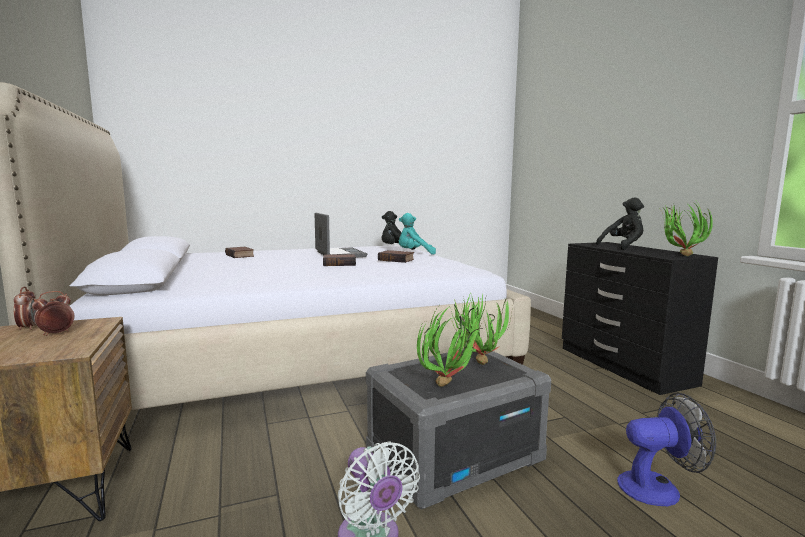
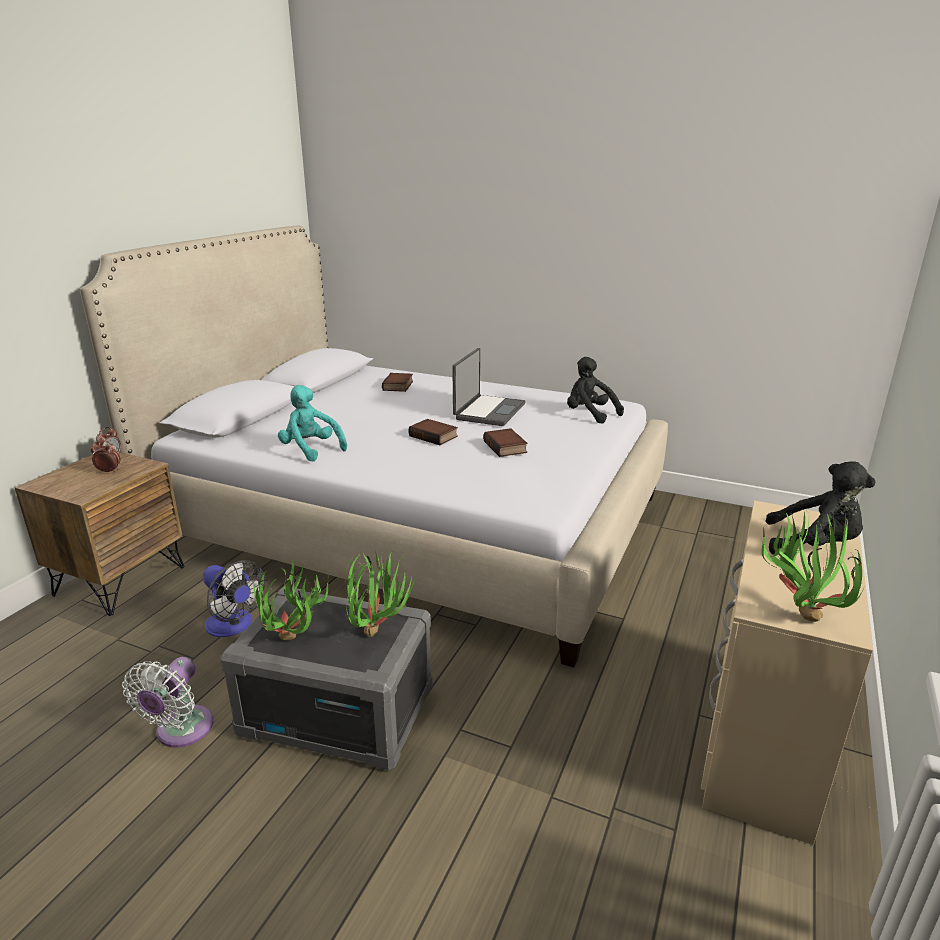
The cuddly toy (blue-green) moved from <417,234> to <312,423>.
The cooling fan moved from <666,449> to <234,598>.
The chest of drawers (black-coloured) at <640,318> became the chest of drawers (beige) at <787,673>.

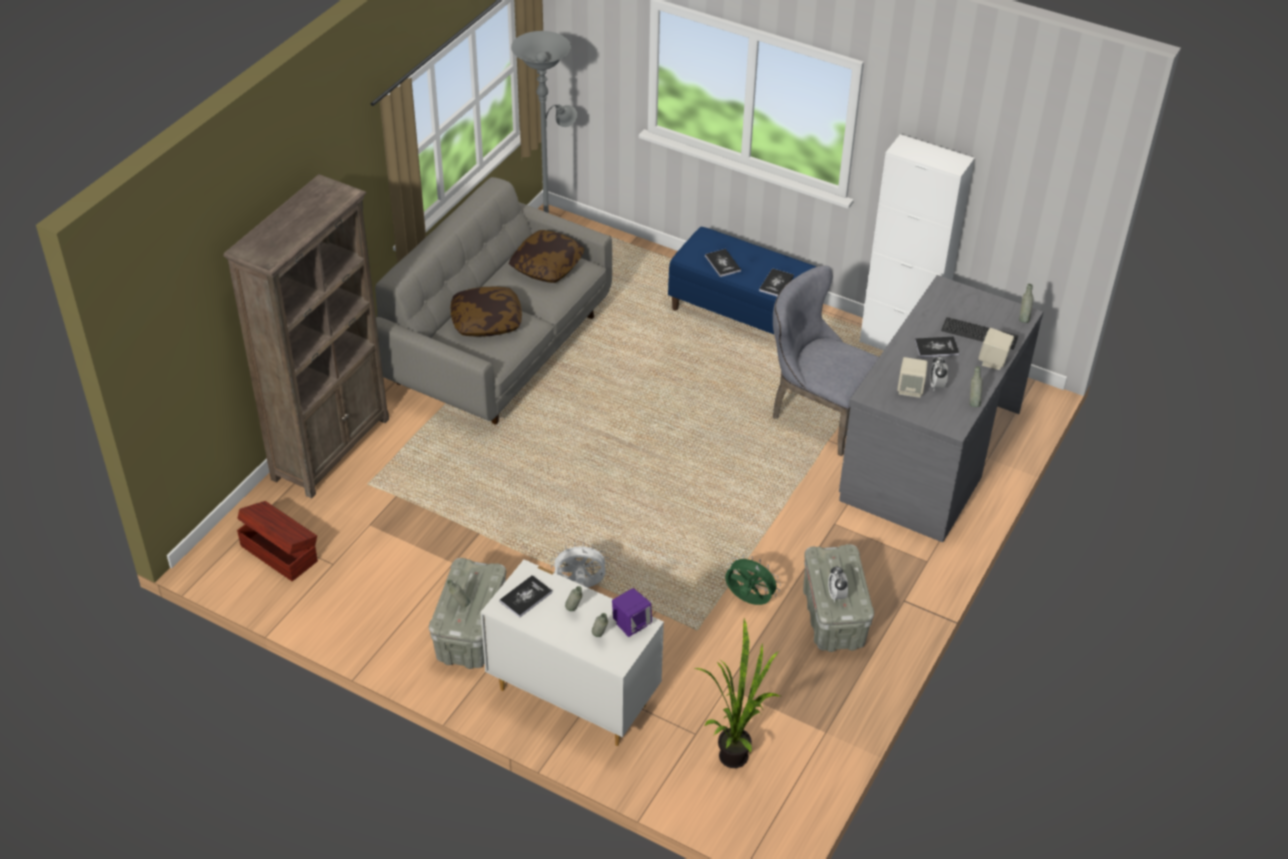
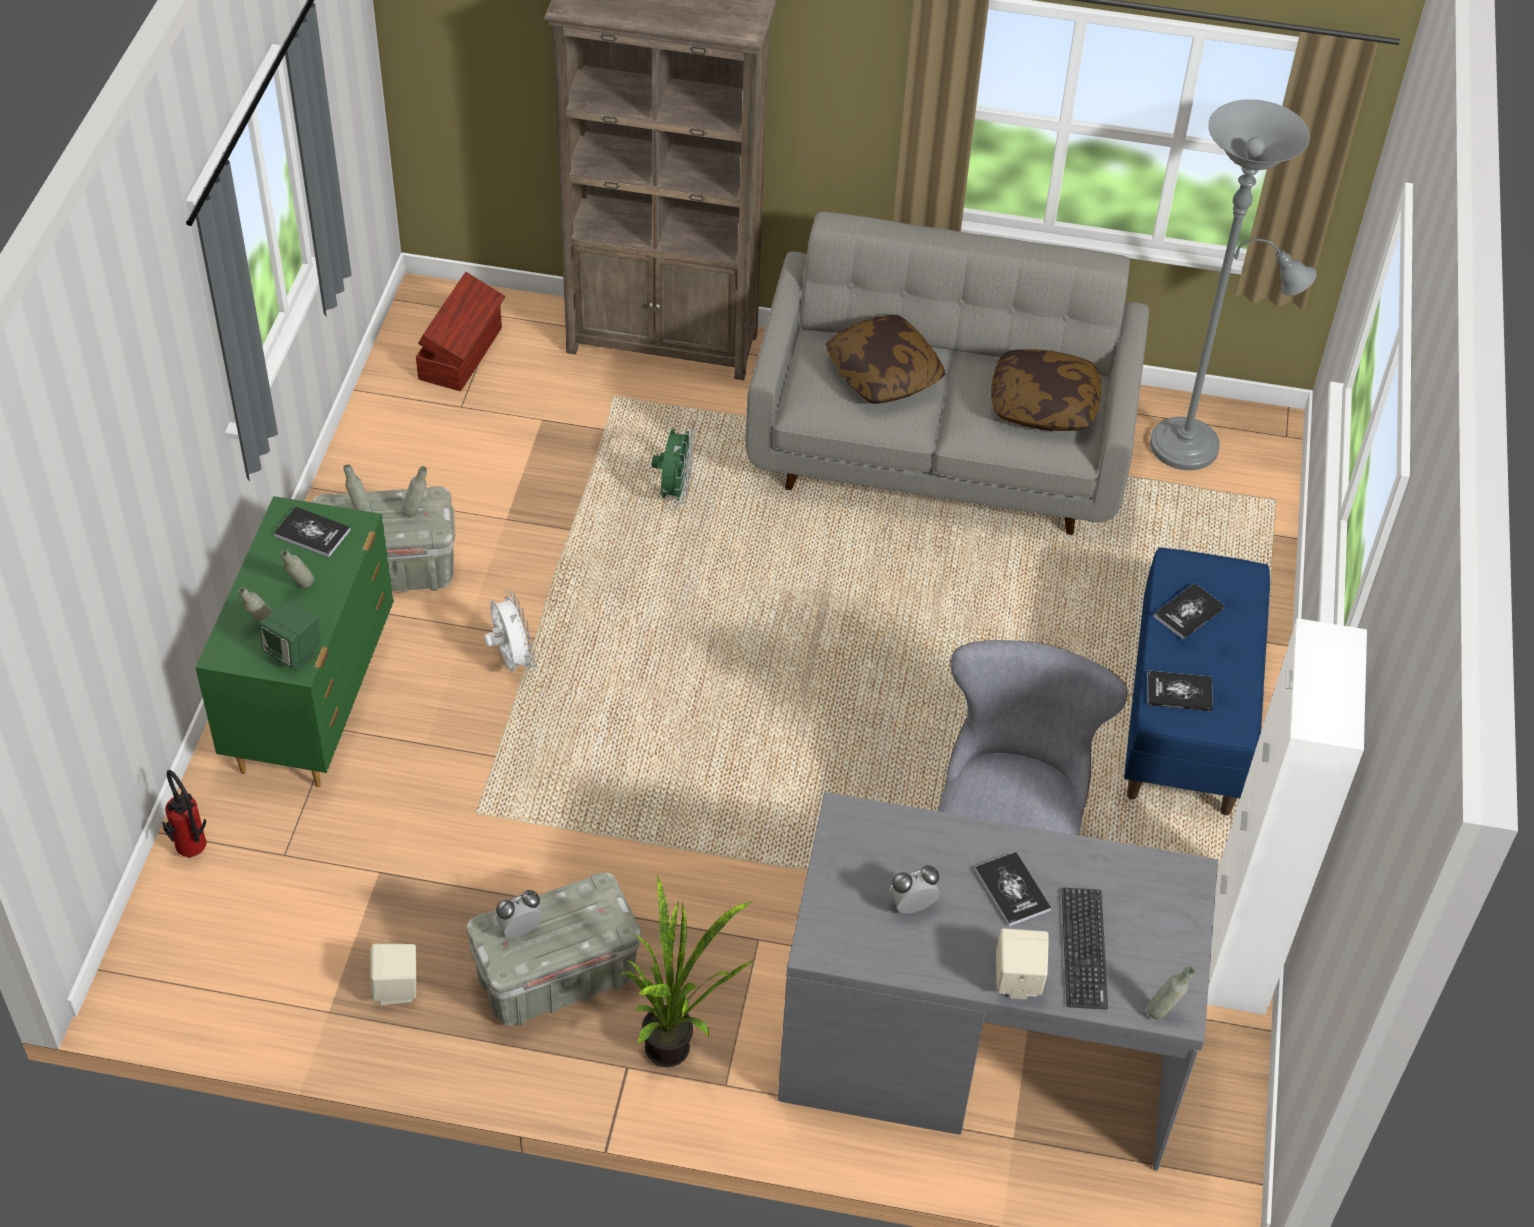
The fire-fighting cylinder at <184,814> appeared.
The houseplant moved from <737,692> to <688,971>.
The cooling fan (greenish) moved from <753,580> to <673,465>.
The audio speaker (beige) moved from <912,377> to <393,974>.
The drink bottle (gray) moved from <976,386> to <414,491>.
The chest of drawers (whitish) at <572,652> became the chest of drawers (greenish) at <294,641>.
The audio speaker (purple) at <632,612> became the audio speaker (greenish) at <289,635>.

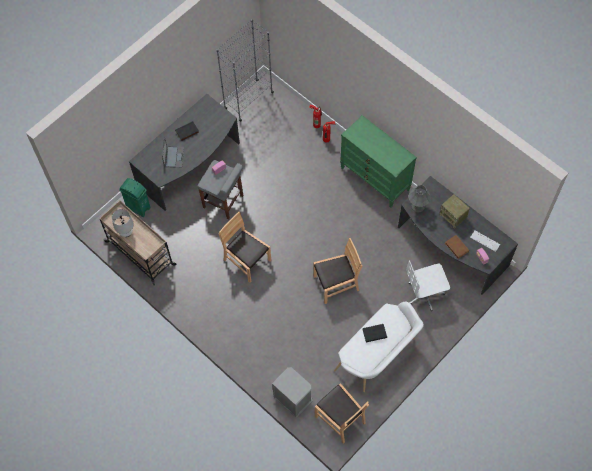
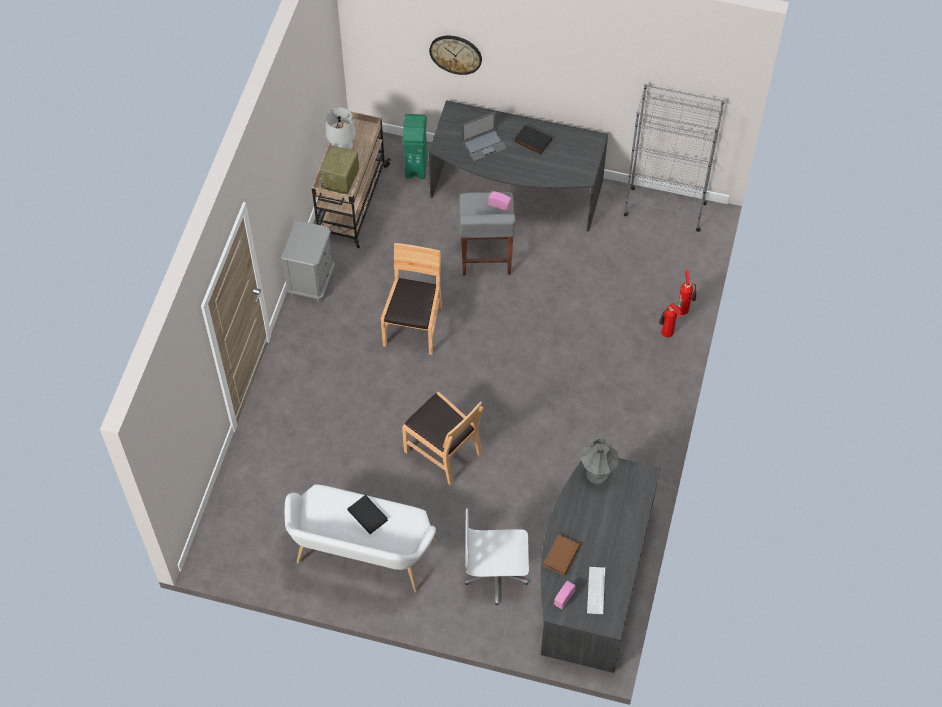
The plain chair (brown-coloured) at <342,413> disappeared.
The chest of drawers (greenish) at <378,161> disappeared.
The clock on the wall at <455,55> appeared.
The nightstand (gray) moved from <292,392> to <308,261>.
The radio receiver moved from <454,211> to <339,170>.
The desk chair (whitish) at <428,285> turned 45 degrees counterclockwise.

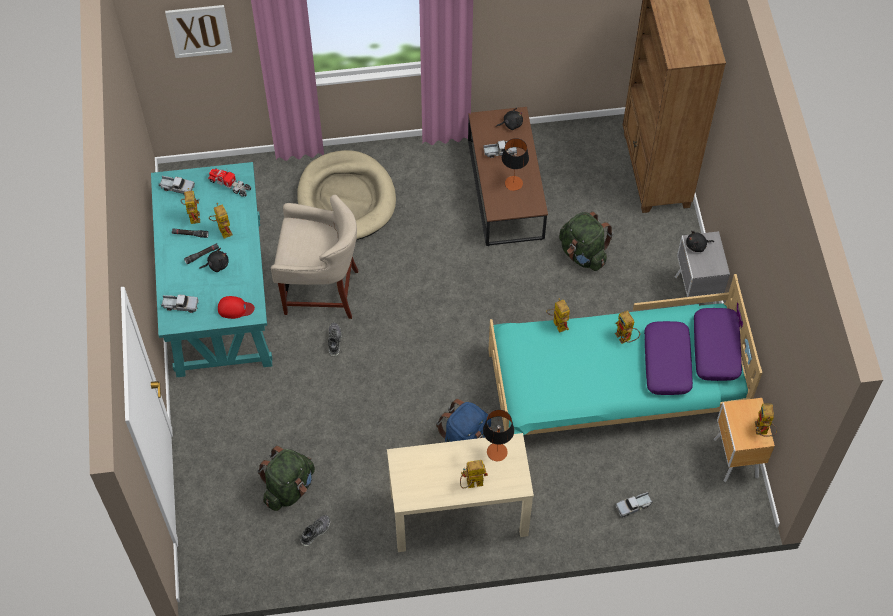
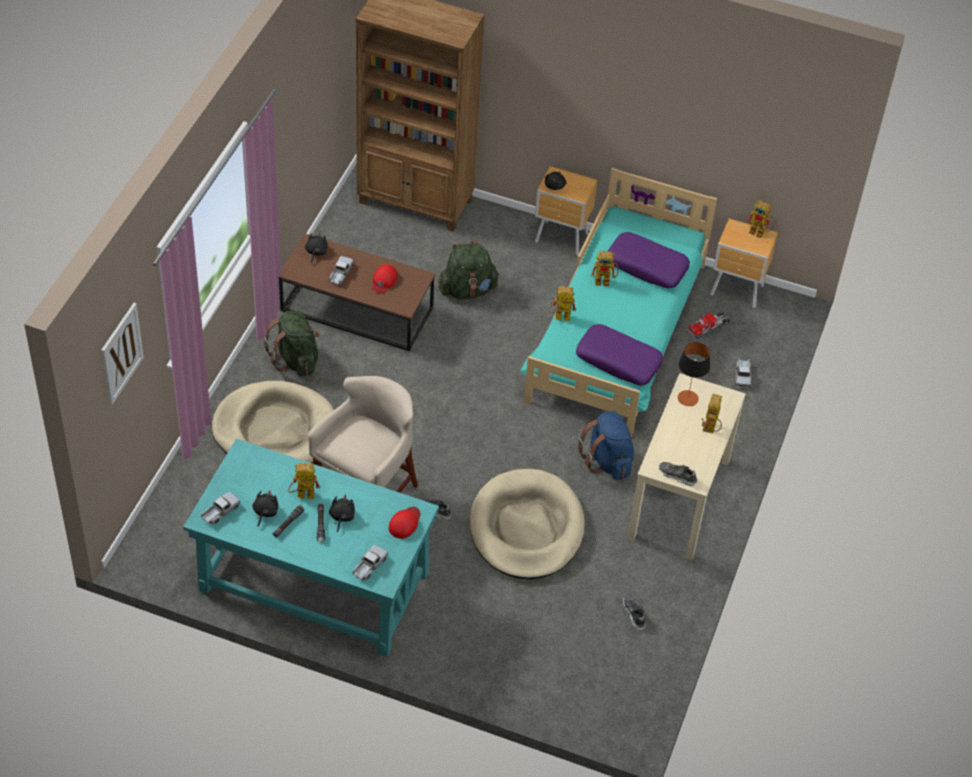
The dog bed (beige) at <527,524> appeared.
The low shoe at <678,474> appeared.
The toy truck moved from <229,182> to <709,325>.
The knapsack (greenish) moved from <286,478> to <292,343>.
The cushion (purple) moved from <718,344> to <619,354>.
The toy robot at <190,206> was replaced by the cuddly toy (black-coloured) at <265,508>.
The lamp for a table at <515,164> was replaced by the cap (reddish) at <385,279>.
The nightstand (gray) at <702,268> became the nightstand (brown-coloured) at <566,210>.

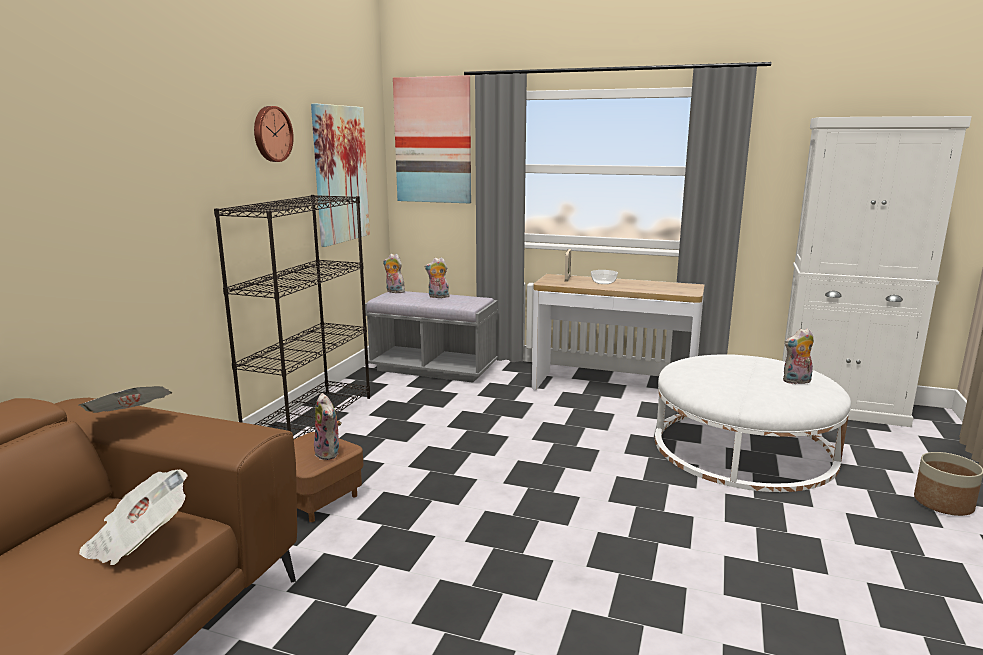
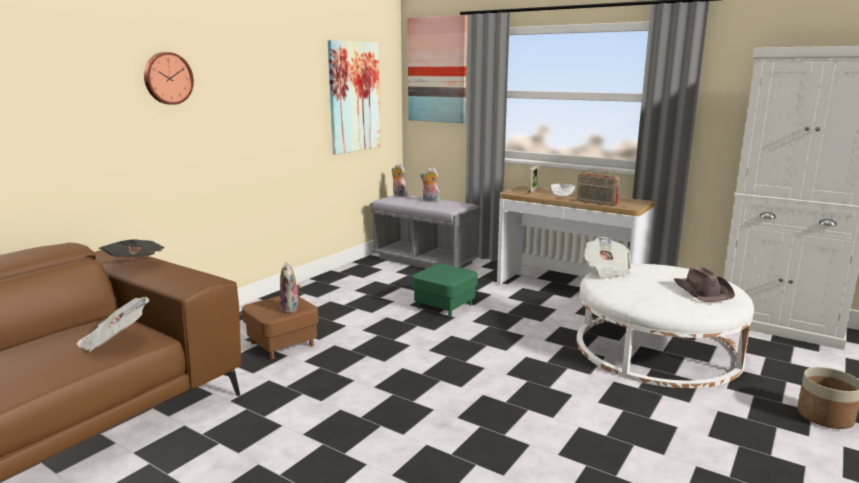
The bookcase (black-coloured) at <292,317> disappeared.
The ottoman (greenish) at <445,290> appeared.
The radio receiver at <598,187> appeared.
The printed paper at <607,258> appeared.
The clock on the wall moved from <274,134> to <169,78>.
The cuddly toy at <798,356> was replaced by the wearable hat (brown-coloured) at <704,284>.

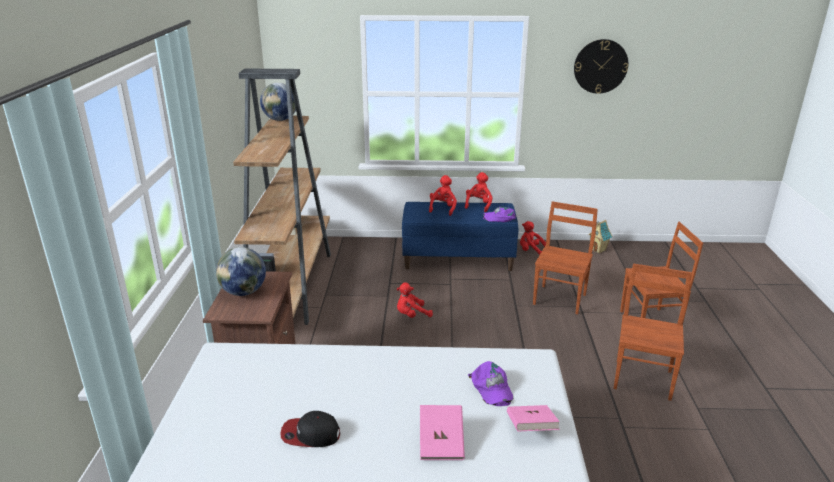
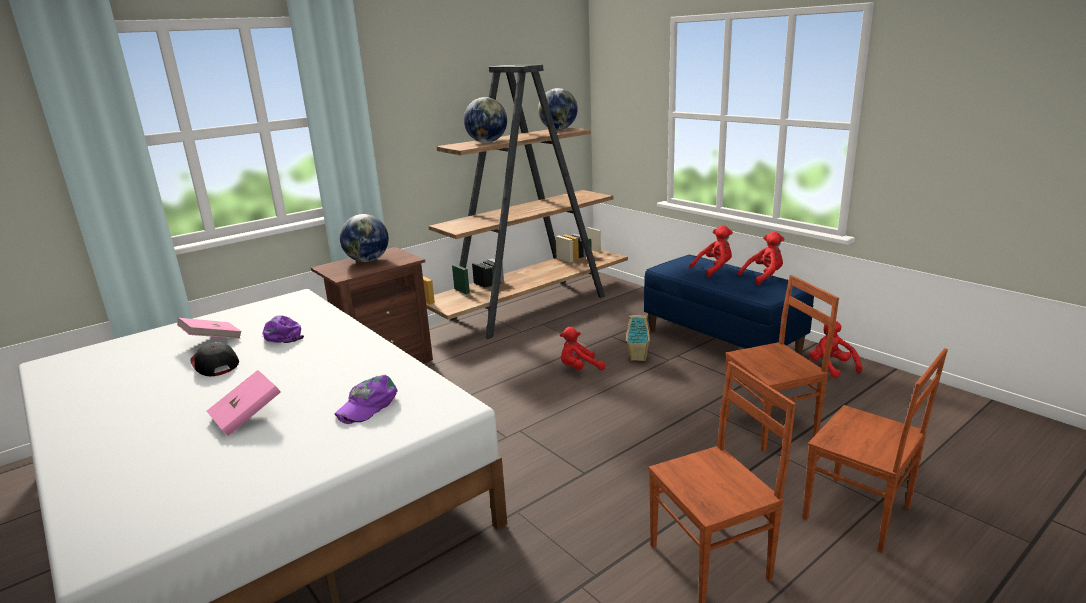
The clock on the wall at <601,66> disappeared.
The globe at <485,120> appeared.
The cap (purple) moved from <499,214> to <283,329>.
The book (pink-coloured) moved from <533,418> to <209,328>.
The model house moved from <600,236> to <638,338>.
The cuddly toy (reddish) at <415,300> turned 45 degrees counterclockwise.

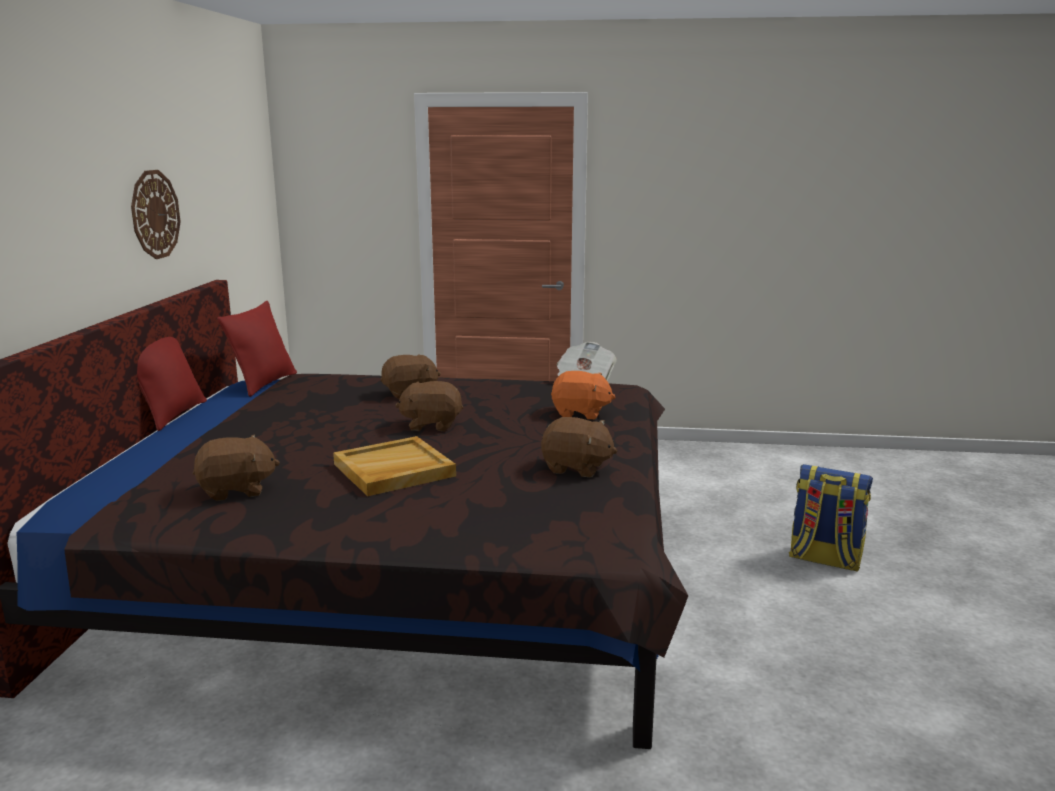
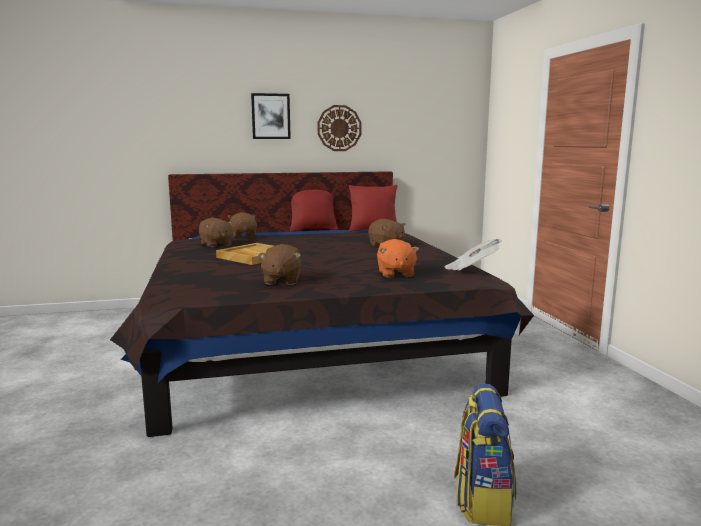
The picture at <271,116> appeared.
The cuddly toy (brown-coloured) moved from <429,406> to <242,225>.

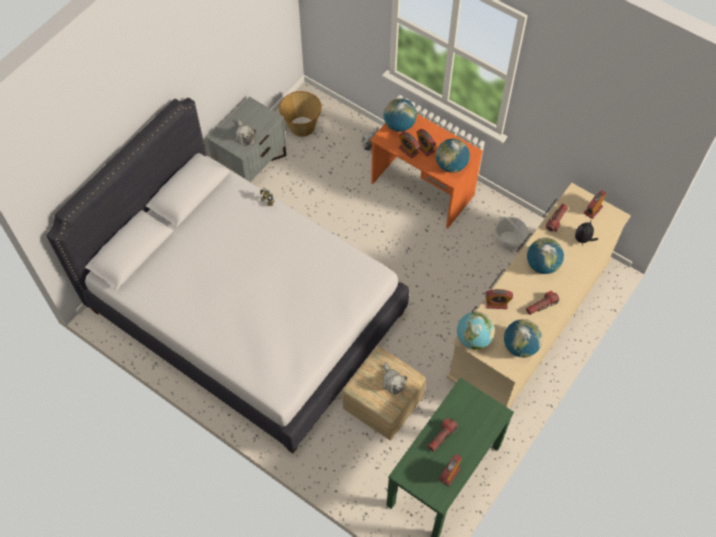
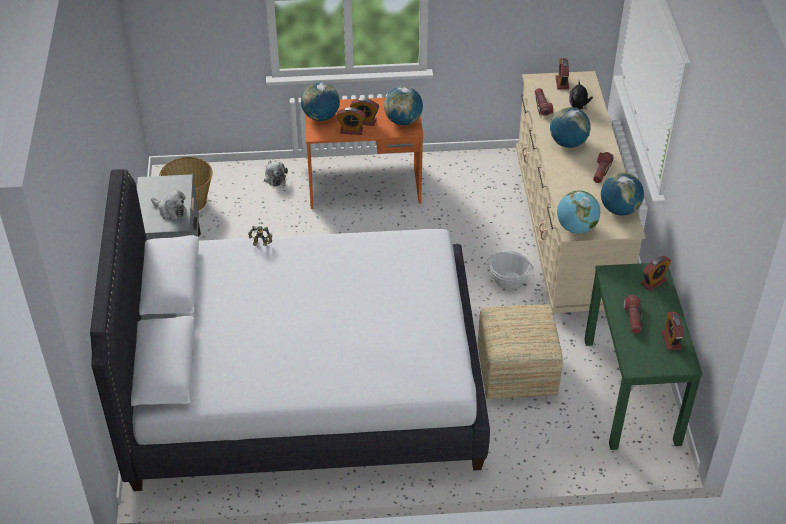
The cuddly toy at <395,378> disappeared.
The bedside clock moved from <499,299> to <656,273>.
The household basket moved from <511,233> to <510,270>.

